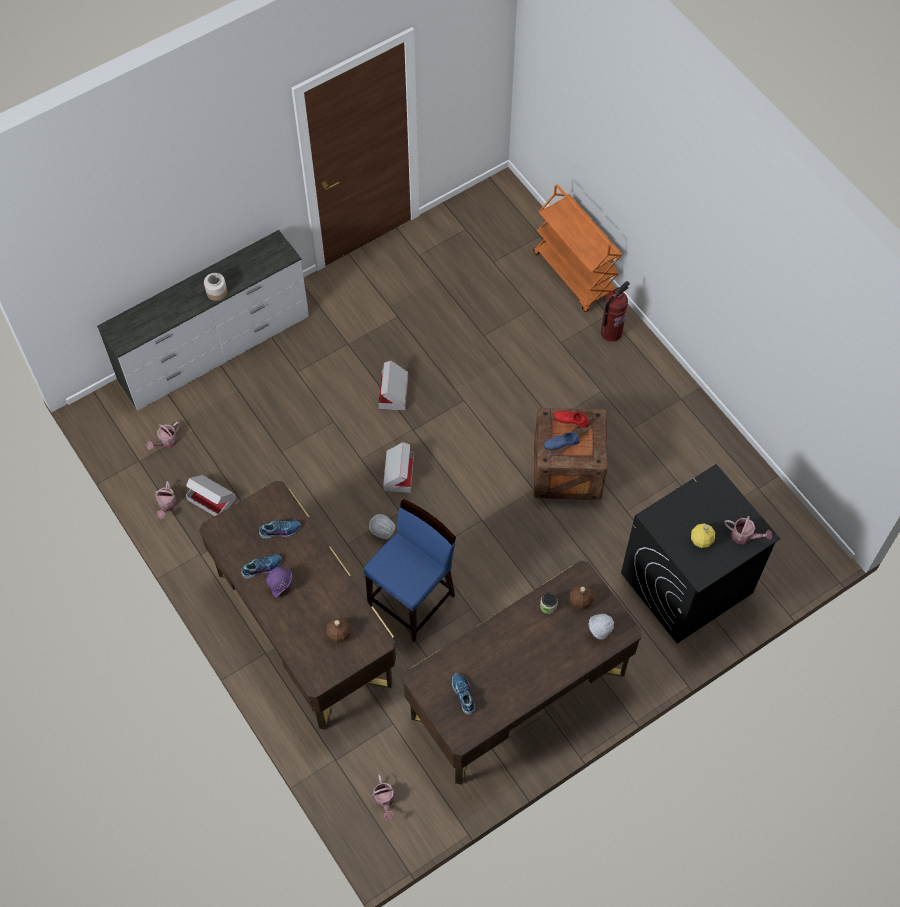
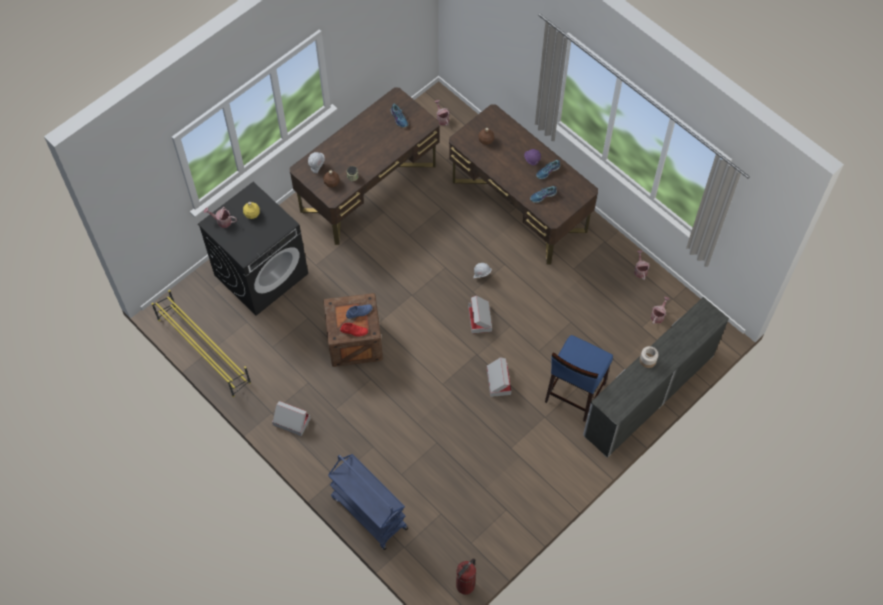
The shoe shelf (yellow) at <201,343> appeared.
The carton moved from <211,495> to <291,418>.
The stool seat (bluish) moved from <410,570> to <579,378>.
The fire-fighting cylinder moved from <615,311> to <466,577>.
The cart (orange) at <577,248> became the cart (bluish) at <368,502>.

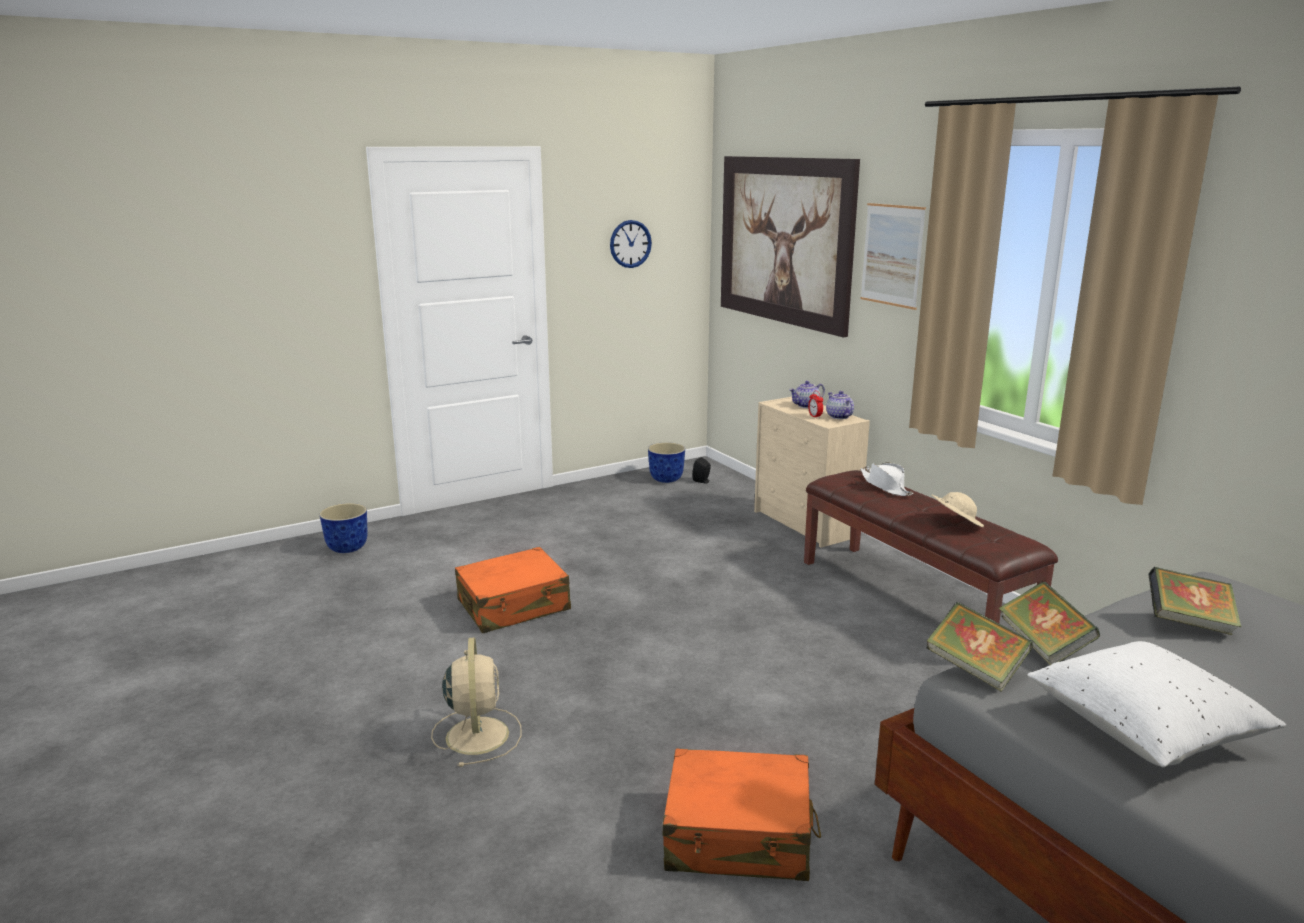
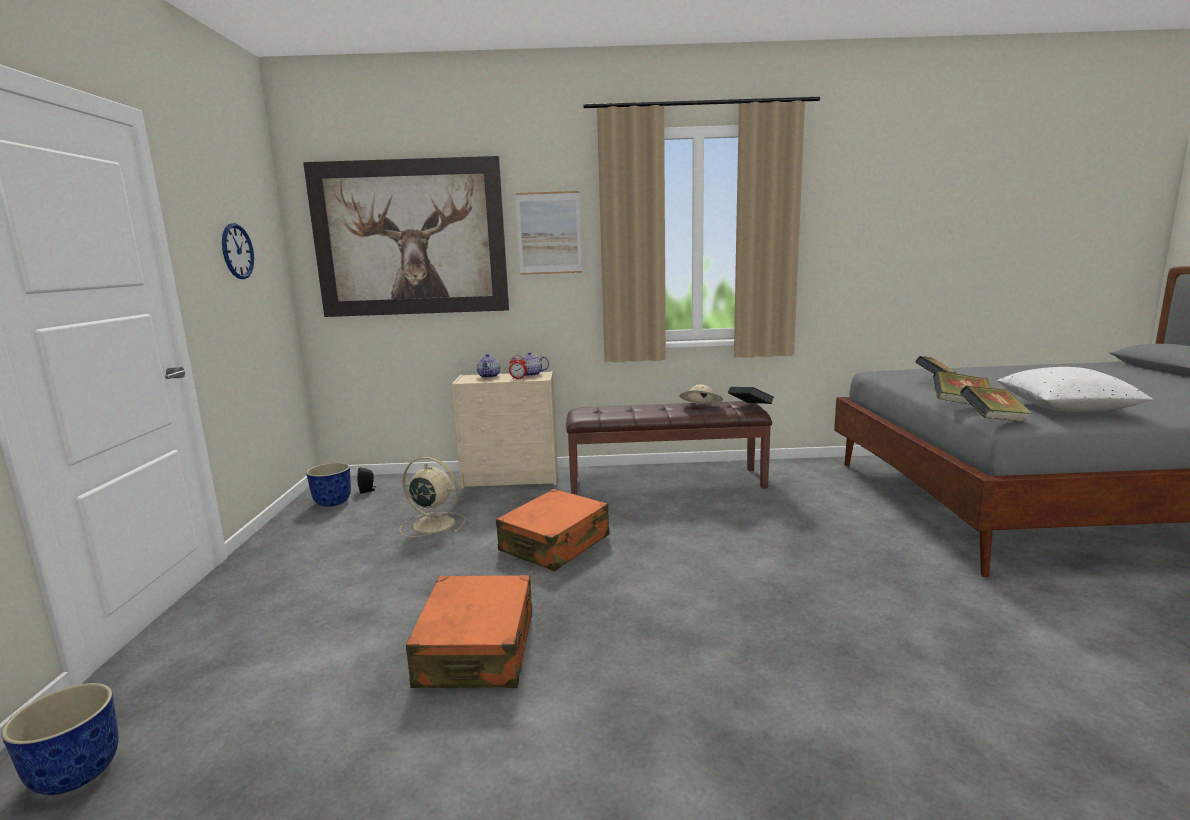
The wearable hat (whitish) at <886,479> disappeared.
The book at <751,395> appeared.
The cooling fan (beige) moved from <476,702> to <433,497>.
The suitcase (orange) moved from <741,815> to <552,530>.

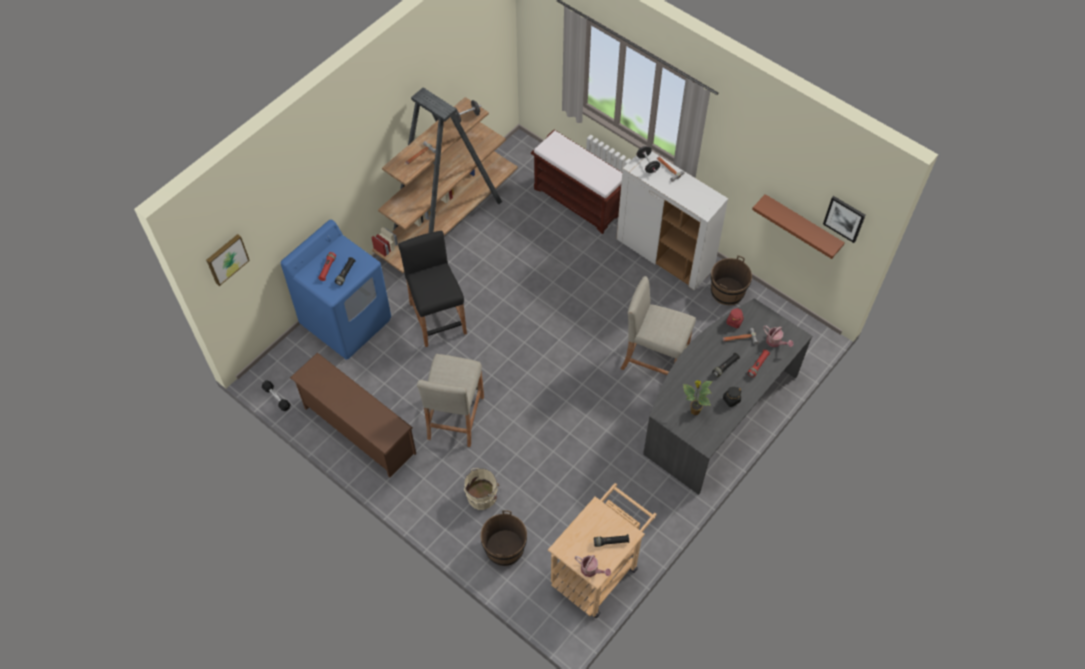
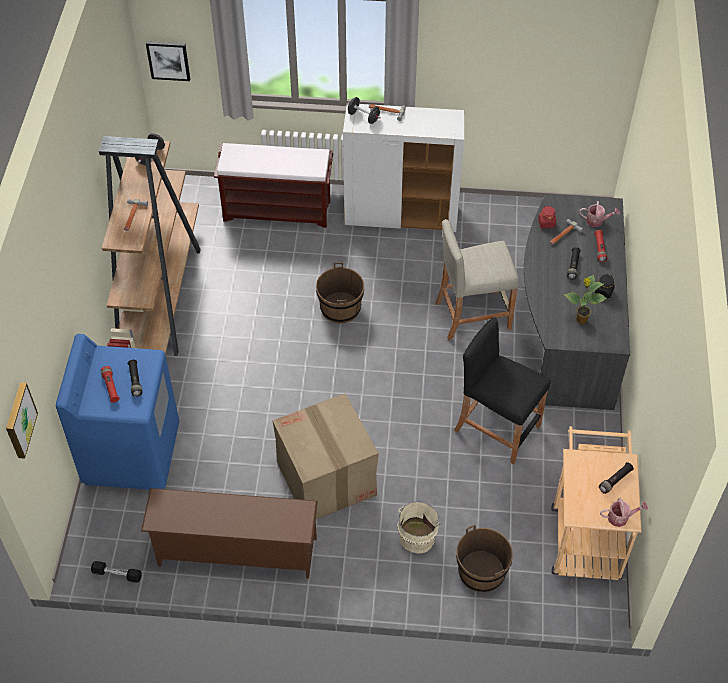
The bracket shelf (brown-coloured) at <798,226> disappeared.
The stool seat (black-coloured) moved from <432,289> to <502,391>.
The bucket (brown-coloured) moved from <731,280> to <340,292>.
The picture moved from <844,219> to <168,61>.
The stool seat (beige) at <450,400> was replaced by the carton at <325,456>.

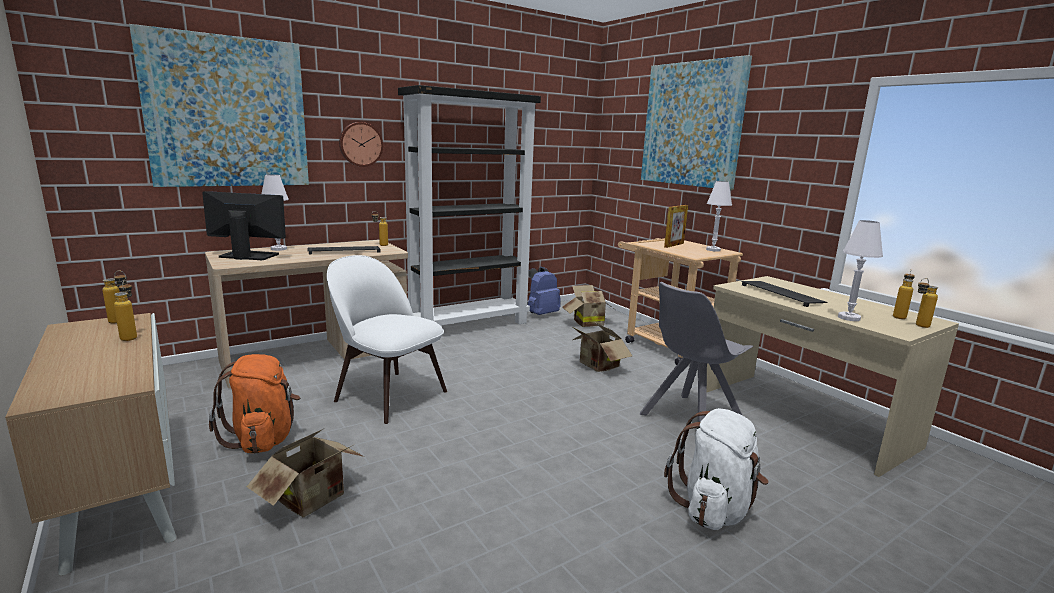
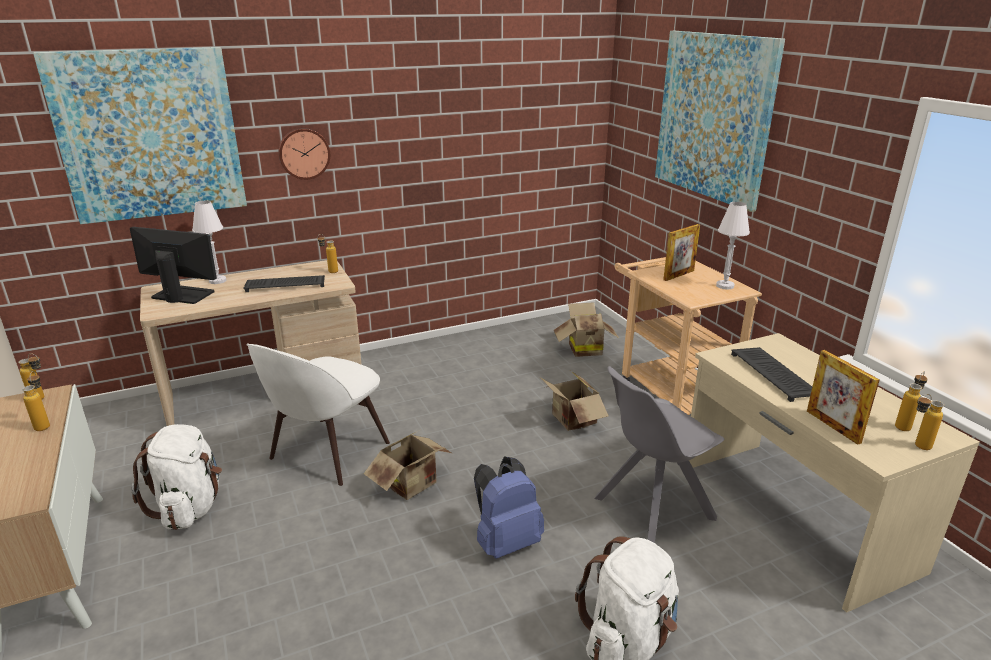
The bookcase (black-coloured) at <469,205> disappeared.
The carton moved from <306,473> to <407,465>.
The knapsack (bluish) moved from <544,290> to <509,507>.
The lamp for a table (whitish) at <860,270> was replaced by the picture frame at <843,397>.
The knapsack (orange) at <254,404> became the knapsack (whitish) at <176,477>.
The plain chair (whitish) at <387,339> turned 105 degrees counterclockwise.

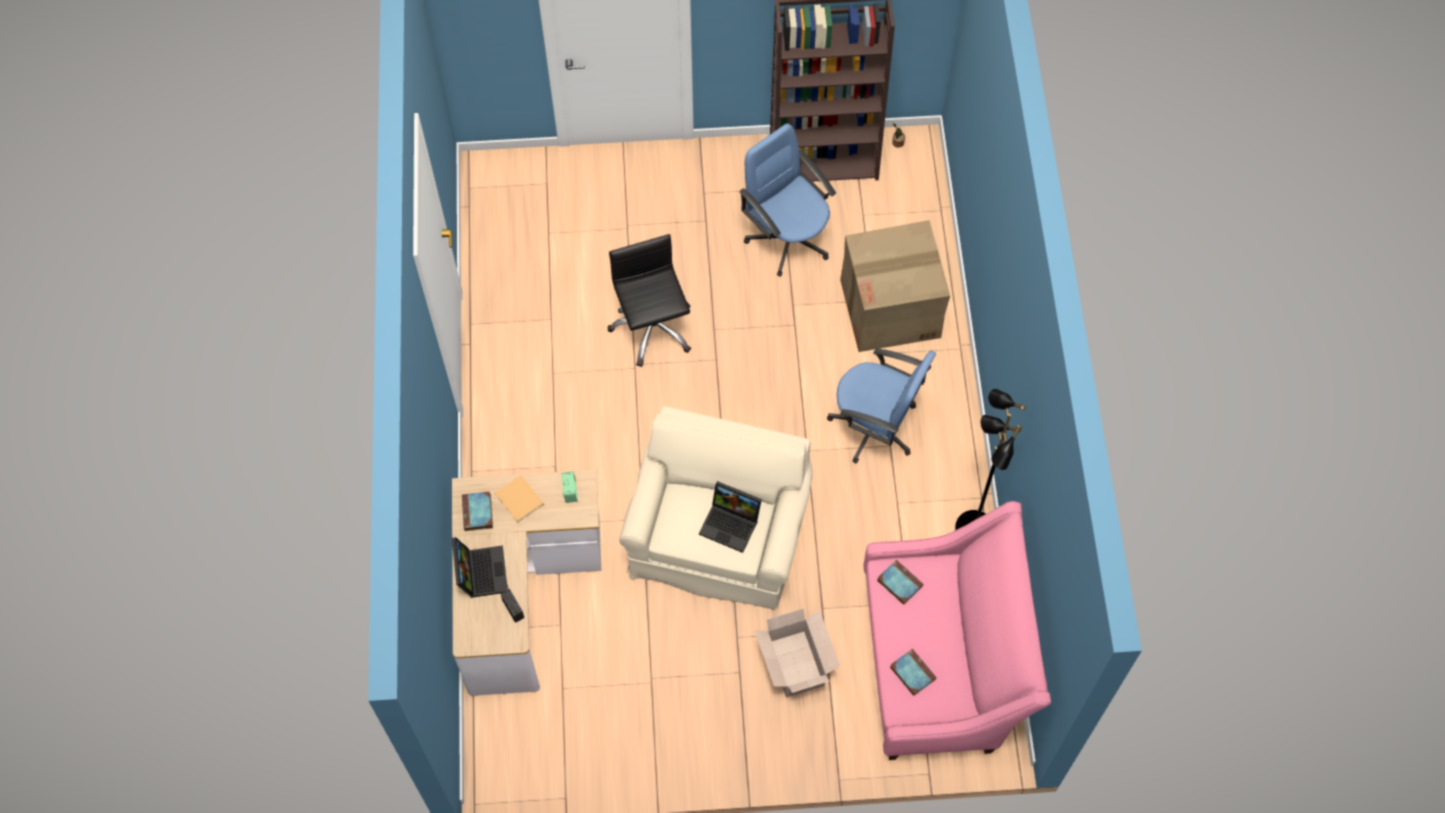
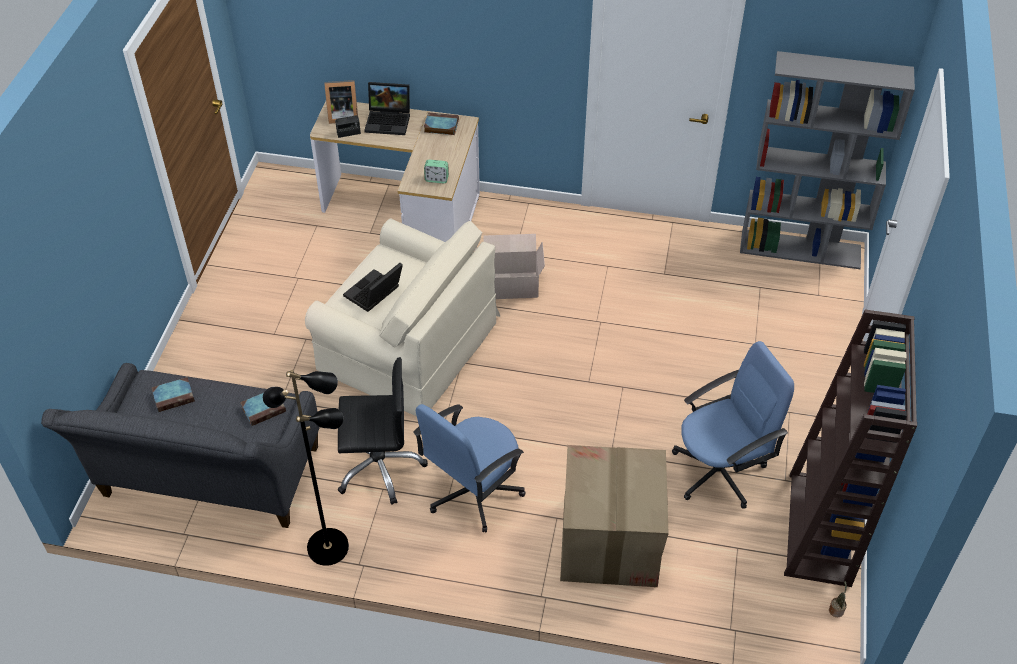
The book (beige) at <519,499> disappeared.
The picture frame at <341,102> appeared.
The bookcase (gray) at <827,160> appeared.
The desk chair (black-coloured) moved from <649,300> to <383,431>.
The carton moved from <797,653> to <509,266>.
The couch (pink-coloured) at <957,630> became the couch (gray) at <180,445>.

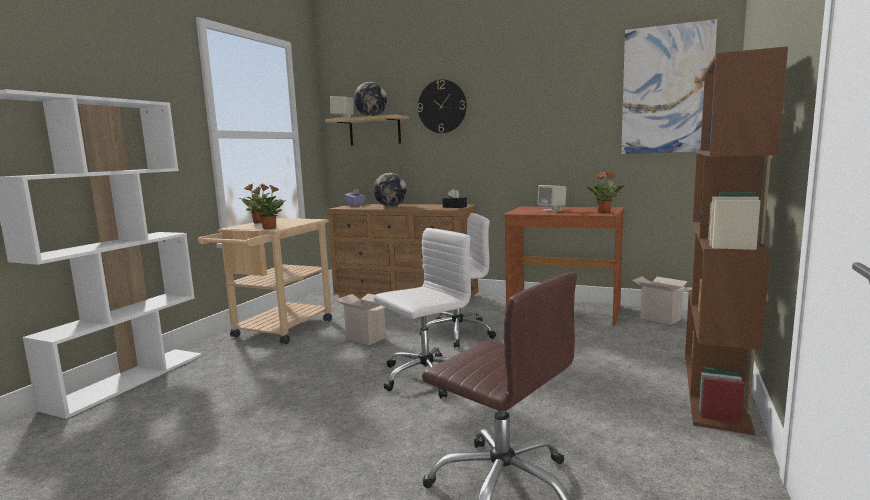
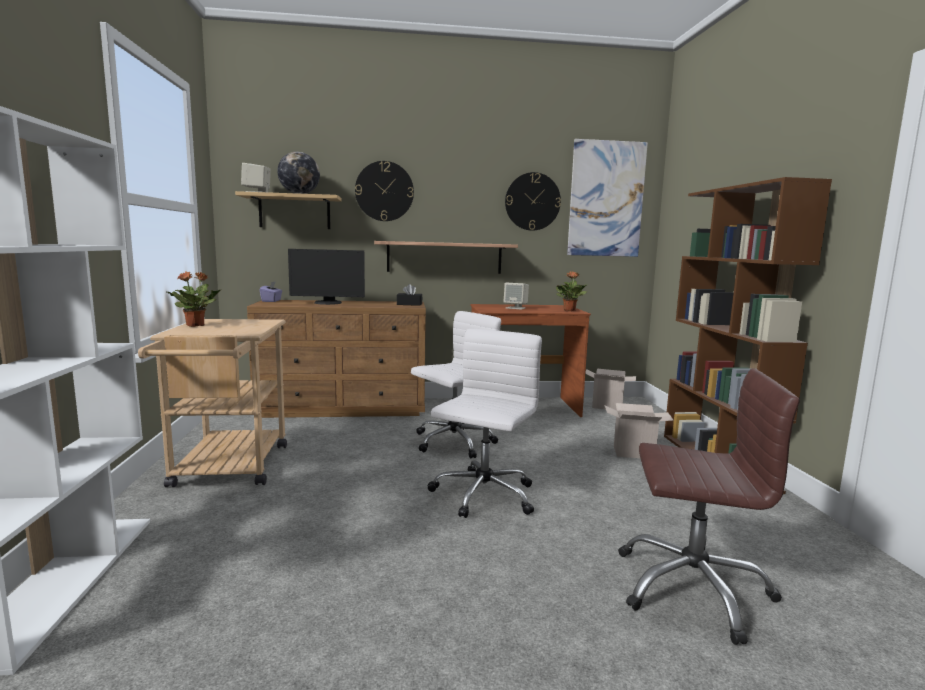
The houseplant at <267,207> disappeared.
The bracket shelf at <446,257> appeared.
The clock on the wall at <533,201> appeared.
The carton moved from <361,319> to <639,430>.
The globe at <390,190> was replaced by the monitor at <326,277>.

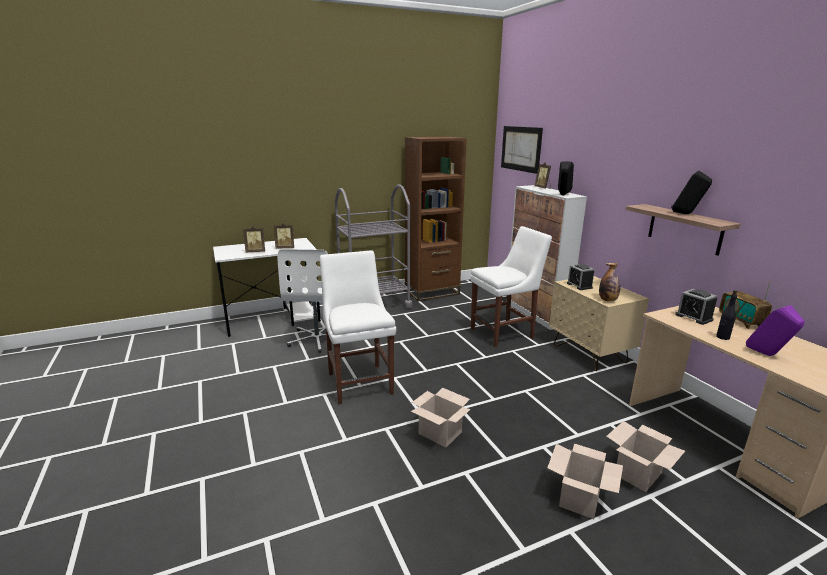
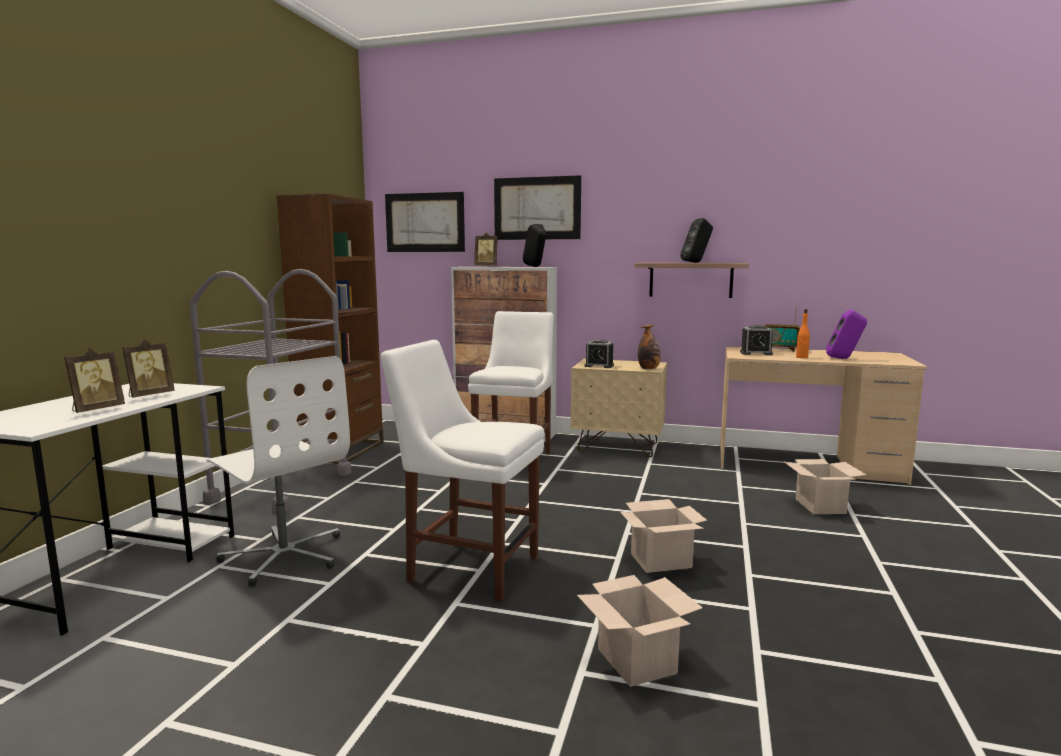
The picture at <537,207> appeared.
The carton moved from <585,481> to <640,631>.
The drink bottle (black-coloured) at <727,315> became the drink bottle (orange) at <803,333>.

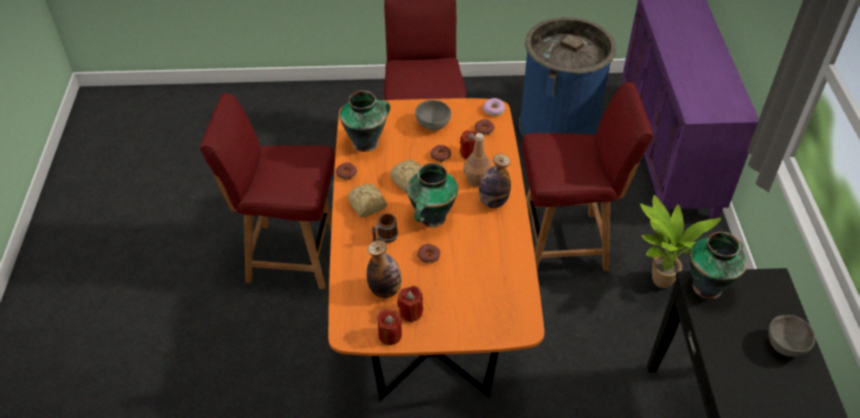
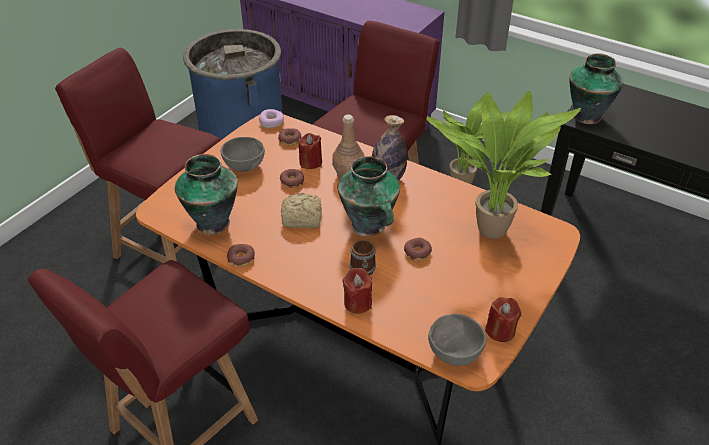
The bakery bread at <367,201> disappeared.
The drink bottle at <384,269> disappeared.
The houseplant at <508,165> appeared.
The candle (reddish) moved from <410,304> to <357,291>.
The bowl (gray) moved from <791,336> to <457,340>.

